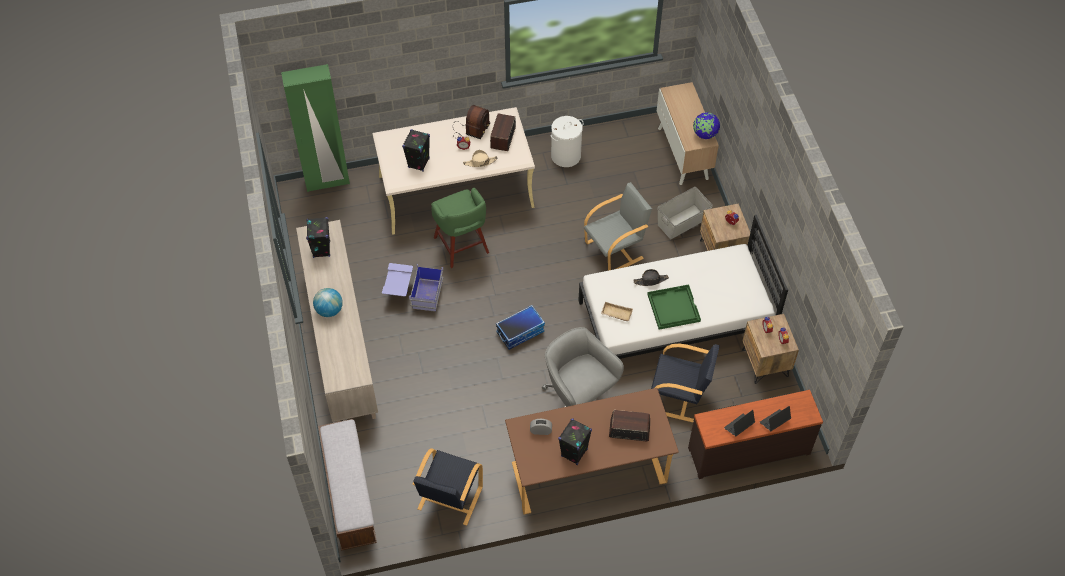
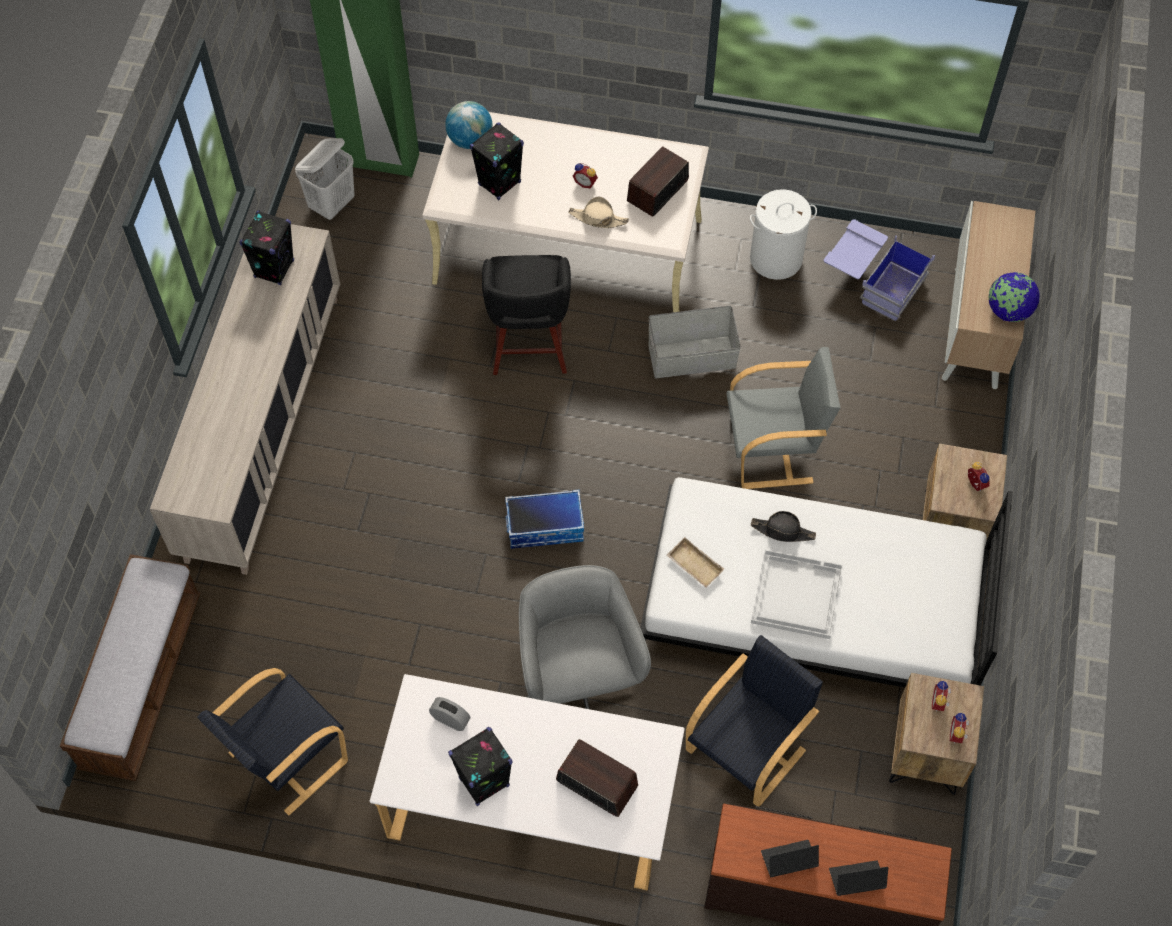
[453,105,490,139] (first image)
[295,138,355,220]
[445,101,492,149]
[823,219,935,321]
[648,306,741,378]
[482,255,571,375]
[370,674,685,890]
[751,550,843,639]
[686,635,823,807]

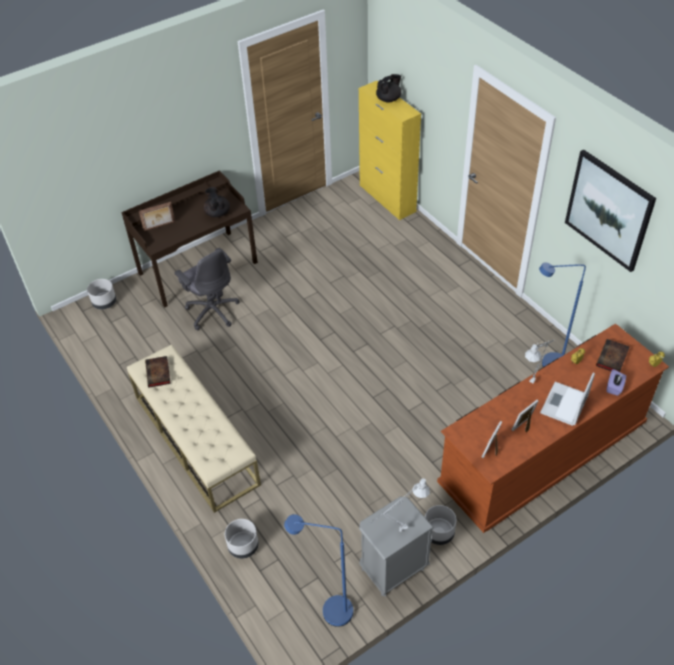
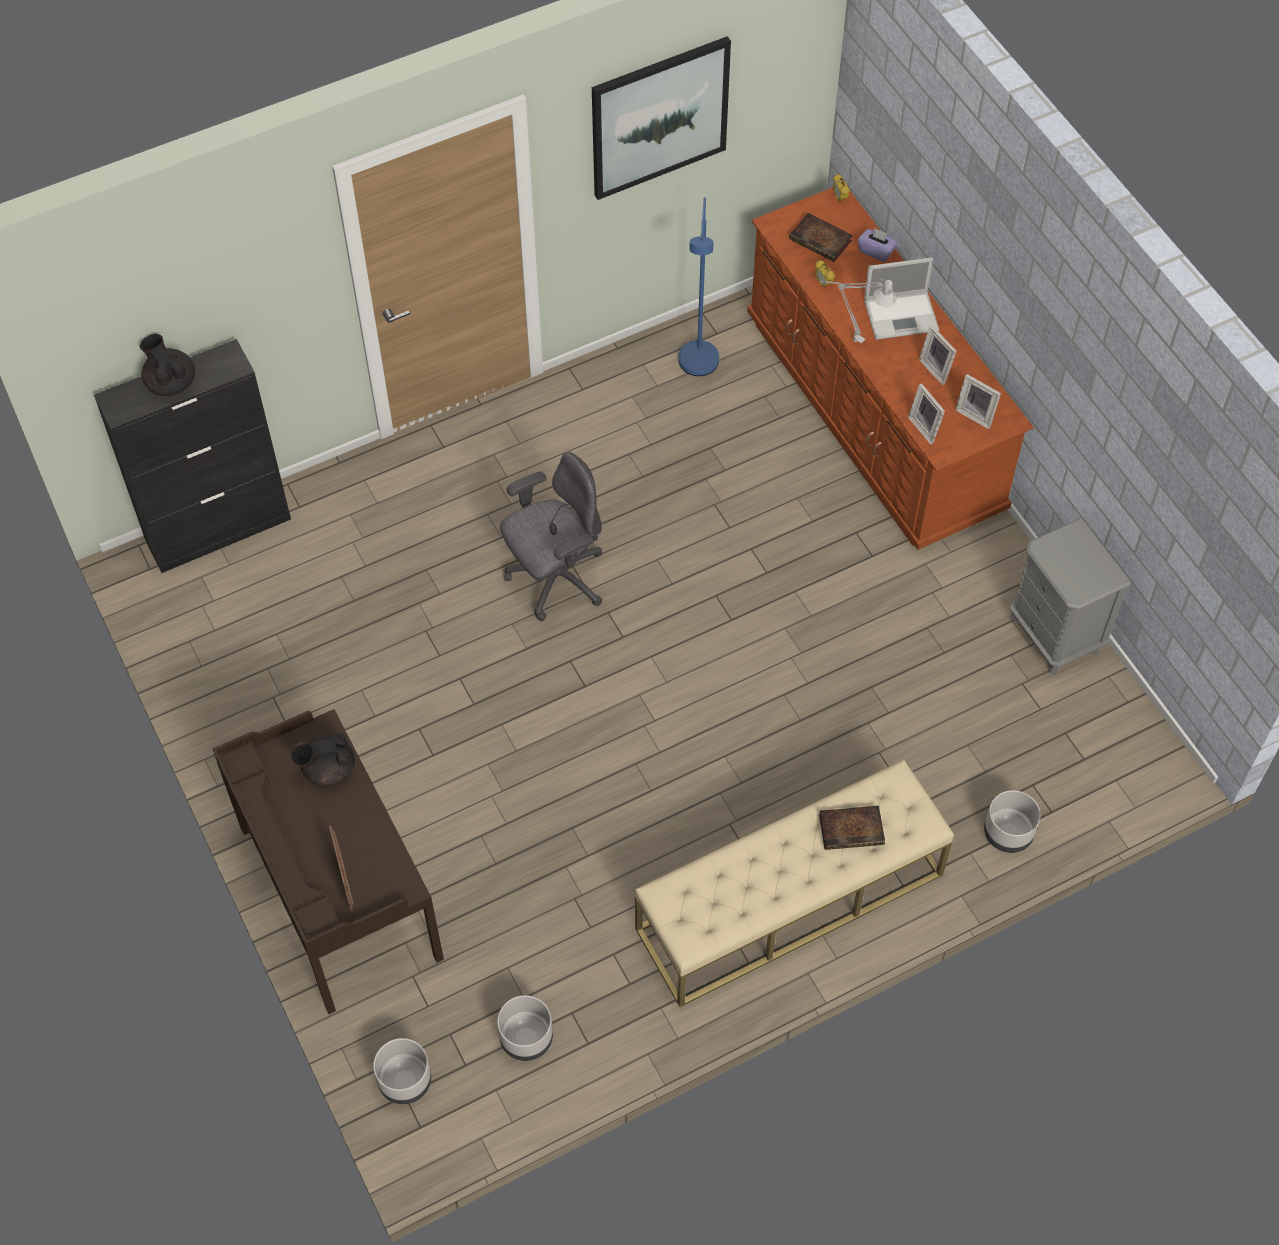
[284,514,353,627] (first image)
[367,478,430,532] (first image)
[908,383,945,444]
[819,806,885,850]
[500,452,603,621]
[497,995,553,1061]
[94,339,291,573]
[864,257,939,340]

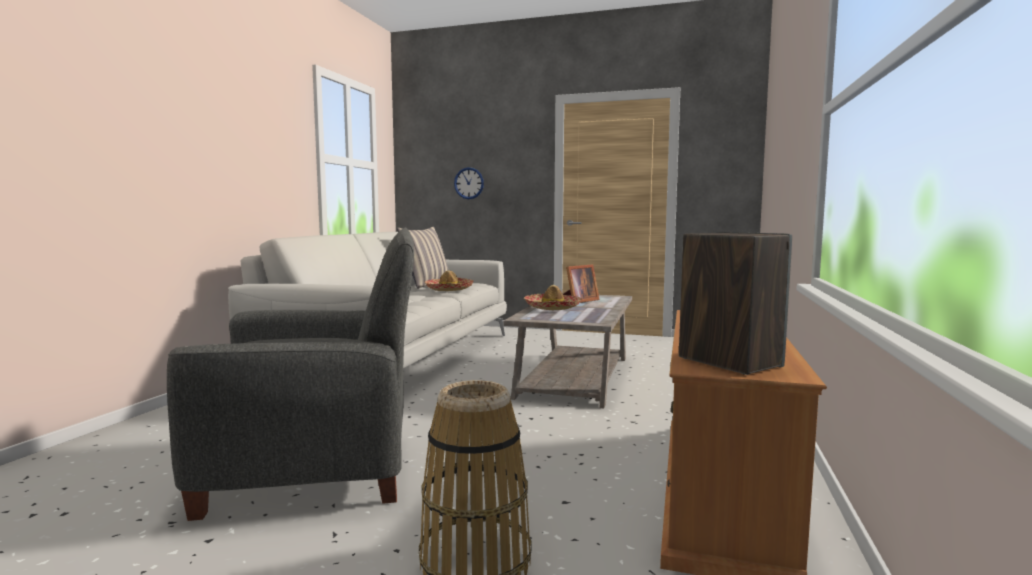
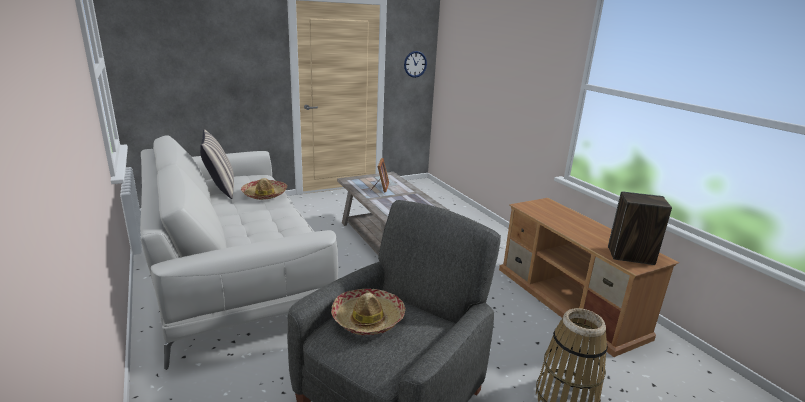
[404,51,427,78]
[331,289,406,335]

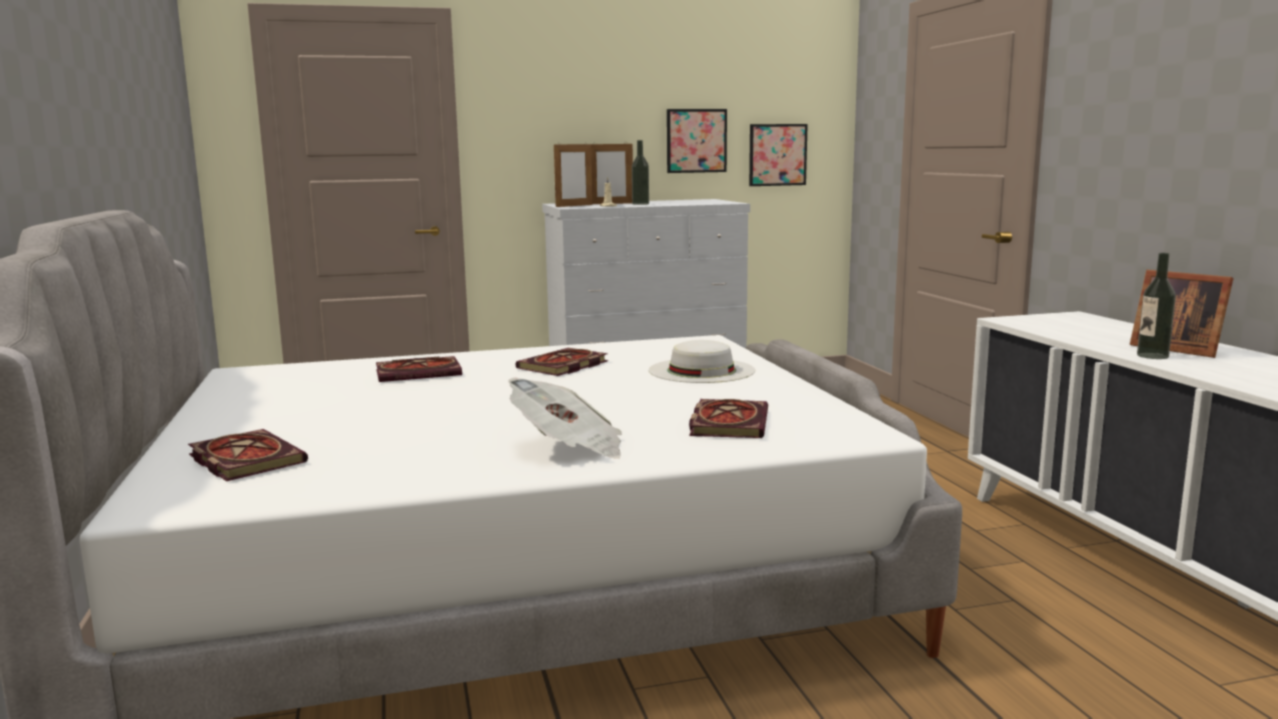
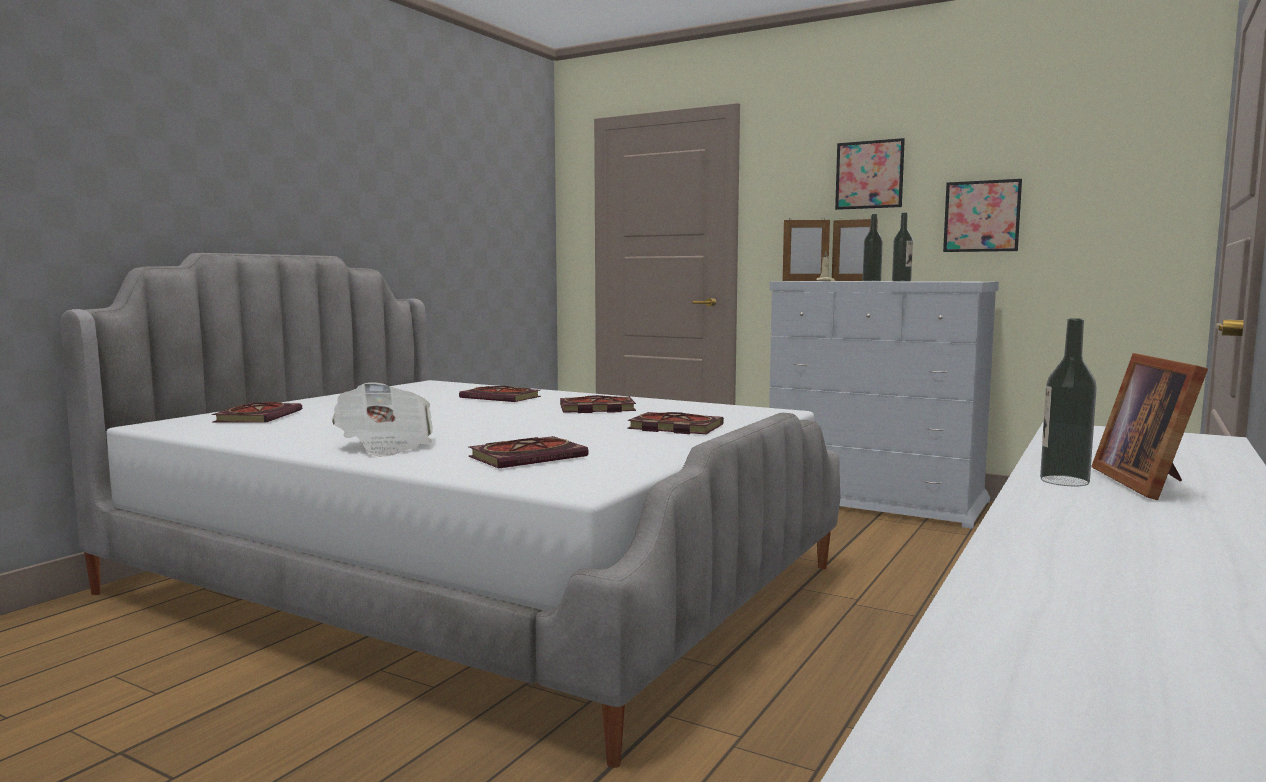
[892,213,913,281]
[835,138,905,210]
[627,412,724,434]

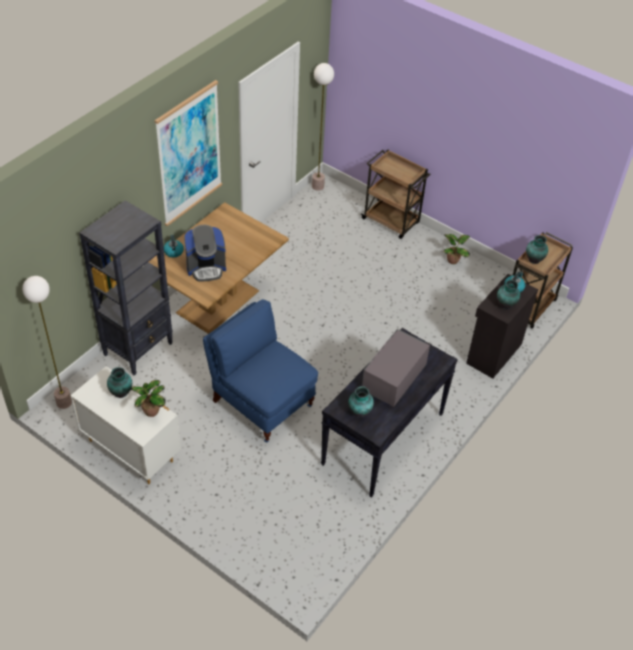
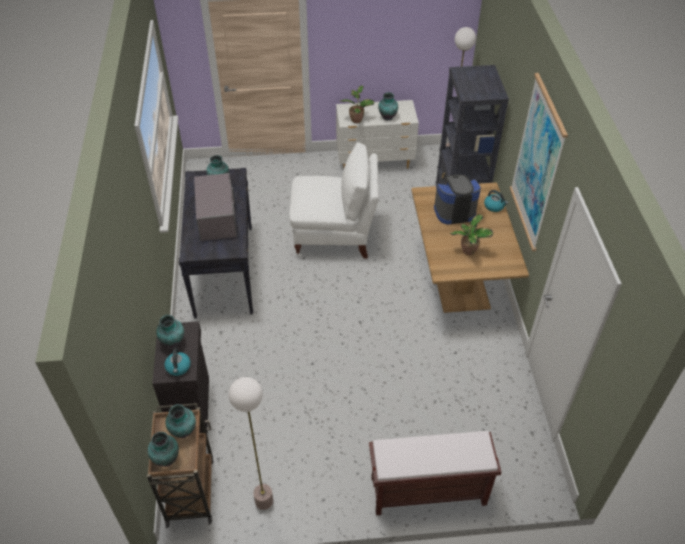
[148,432,179,467]
[229,377,273,510]
[450,214,494,255]
[369,431,501,515]
[290,142,379,259]
[434,175,481,224]

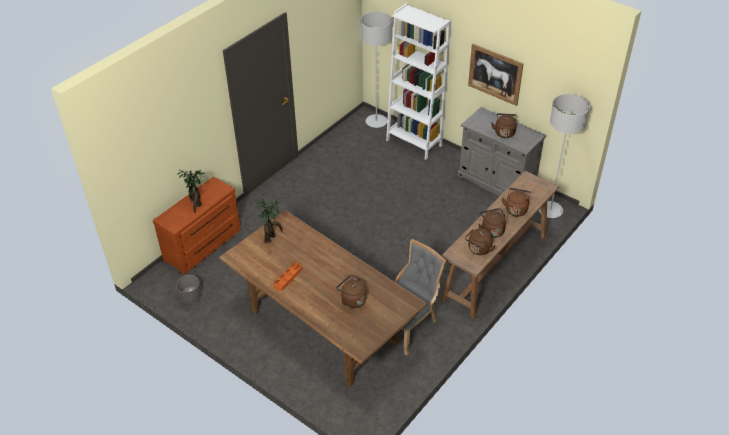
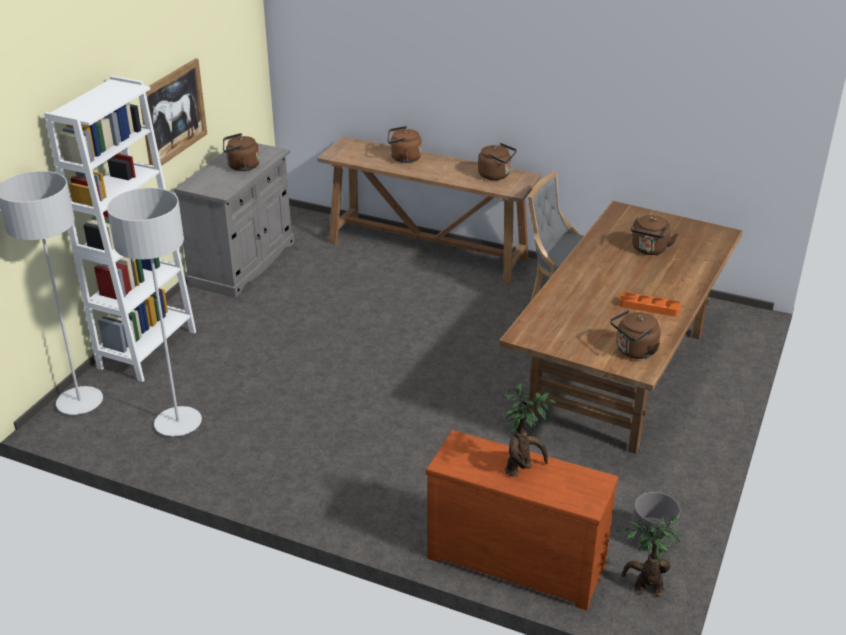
[617,516,680,596]
[610,310,661,359]
[107,188,202,436]

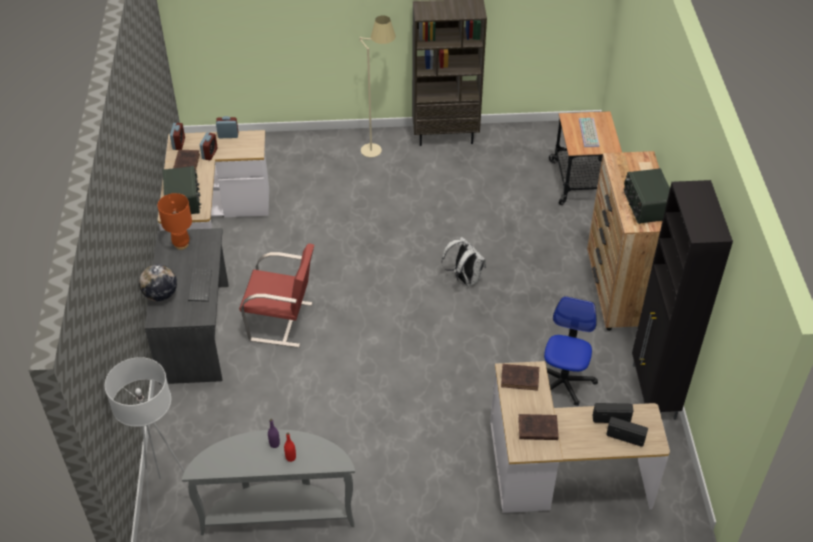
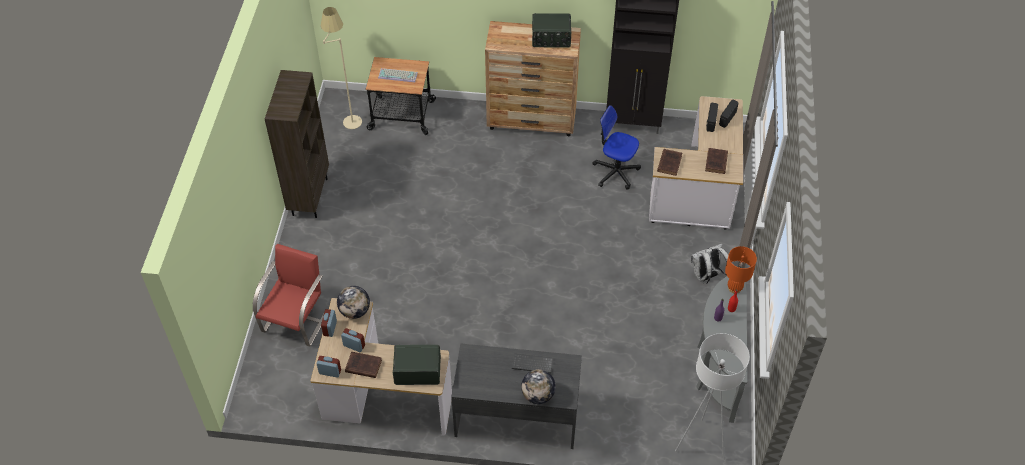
[337,286,370,319]
[725,246,757,293]
[253,244,324,347]
[321,7,362,129]
[691,244,728,284]

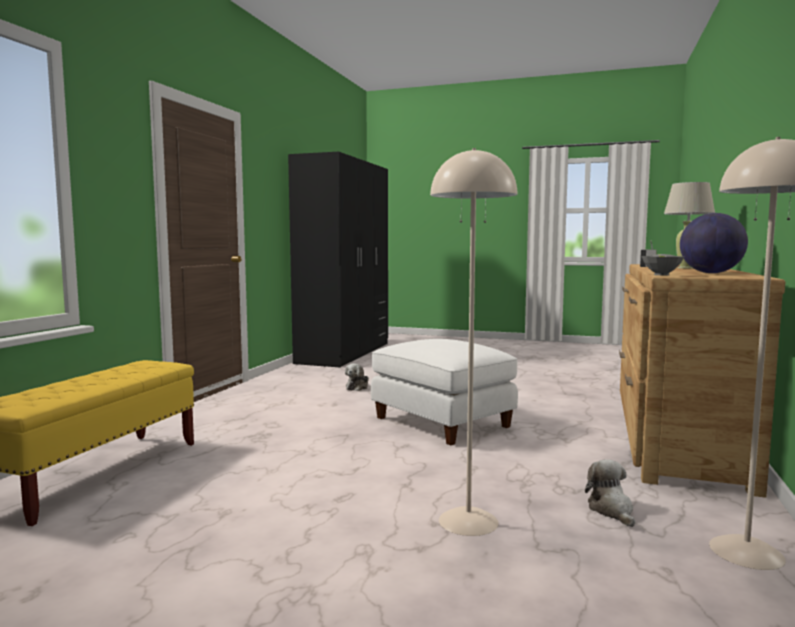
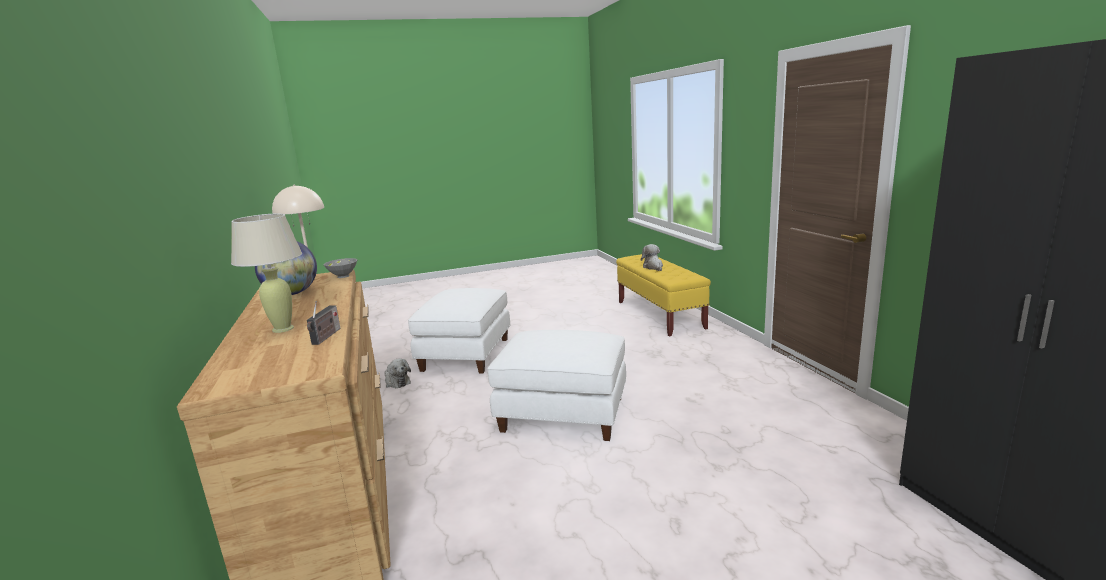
[641,244,663,271]
[408,288,511,374]

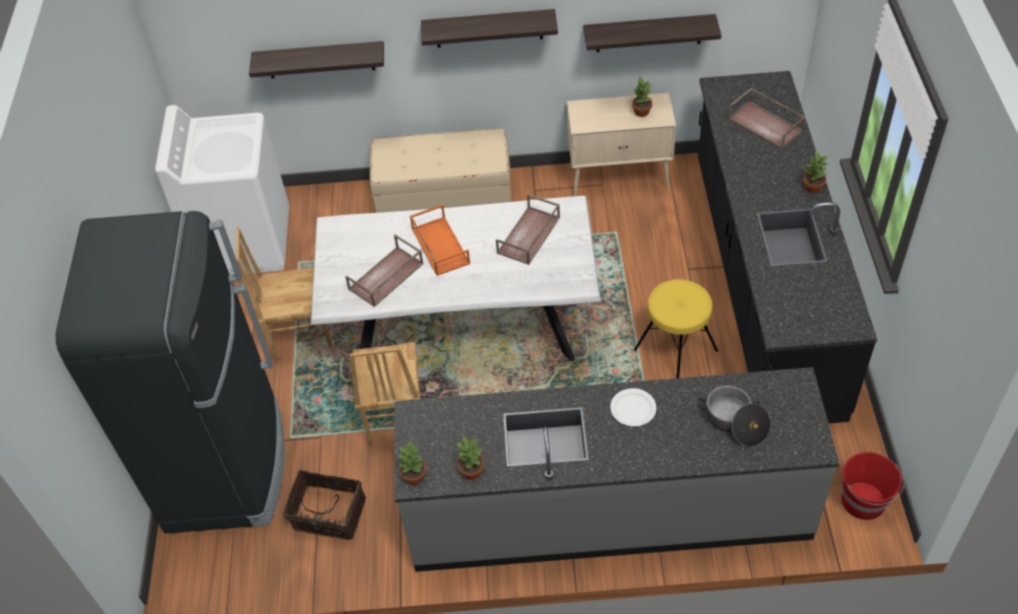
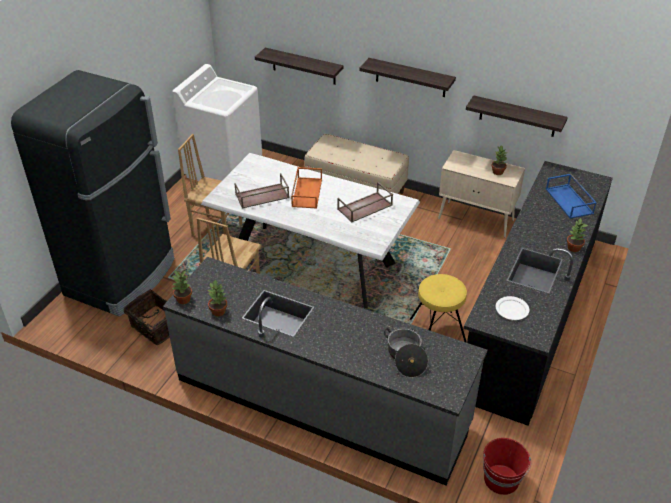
[496,296,529,320]
[546,174,597,219]

